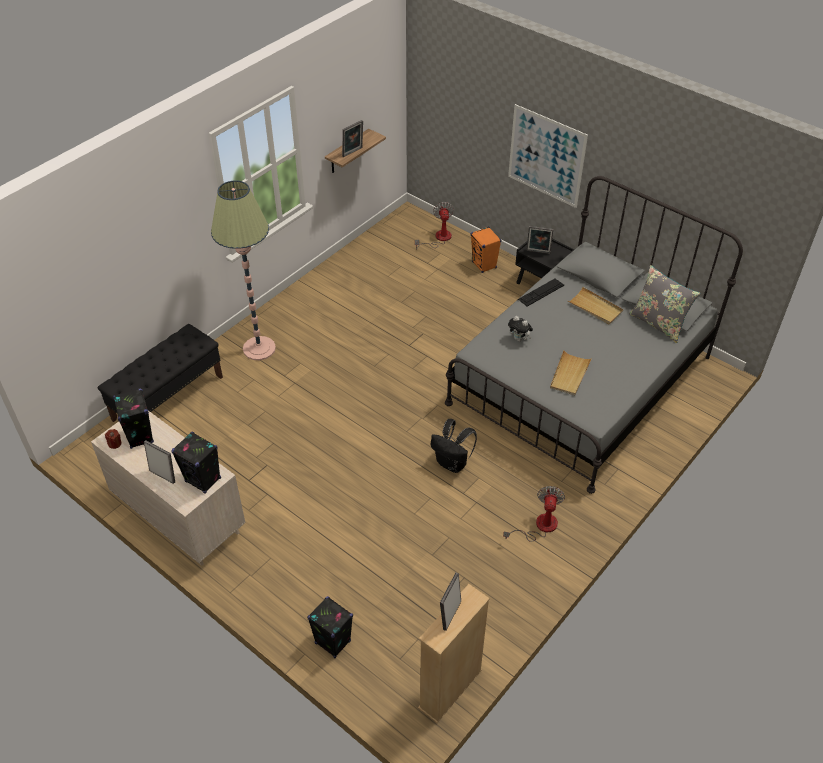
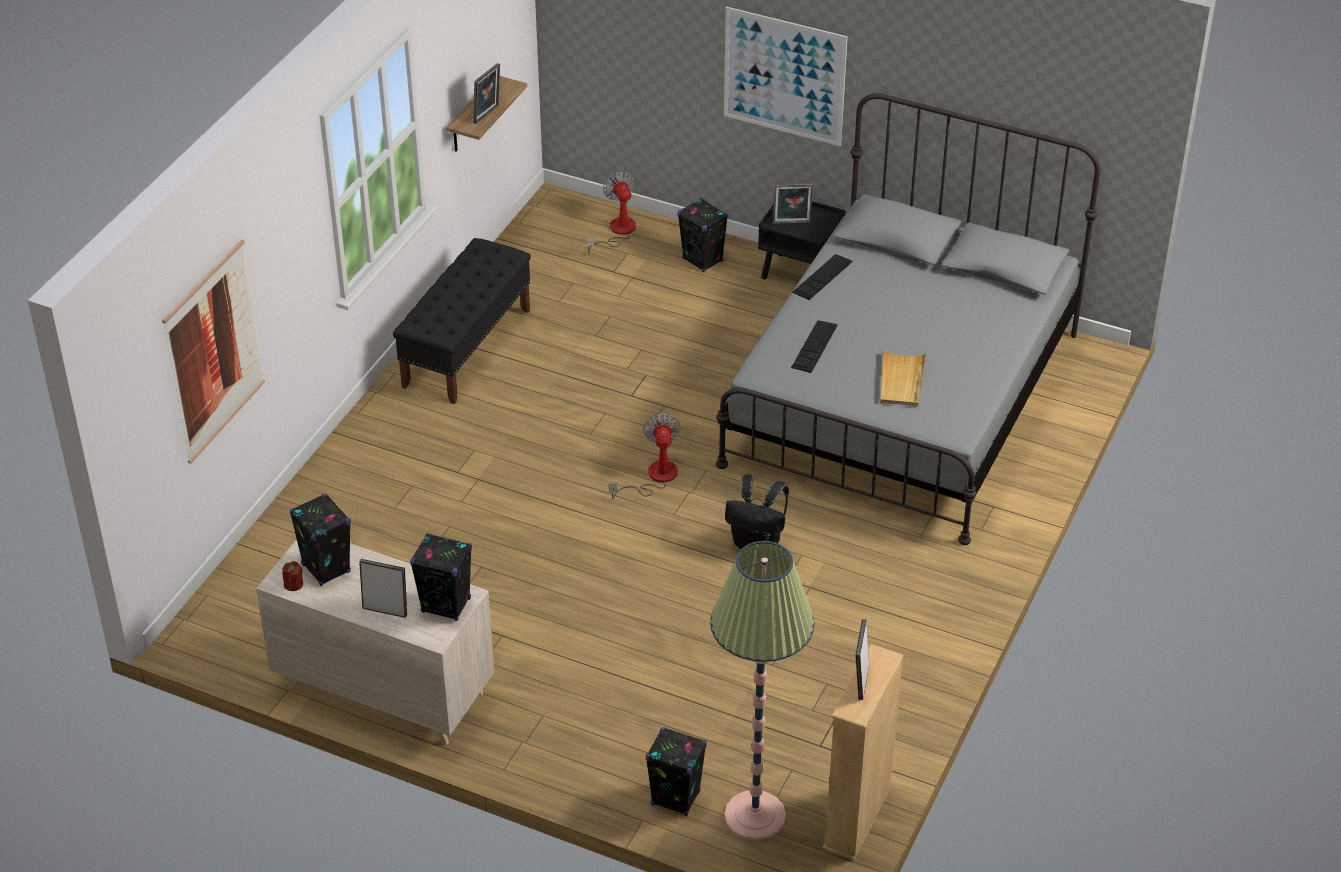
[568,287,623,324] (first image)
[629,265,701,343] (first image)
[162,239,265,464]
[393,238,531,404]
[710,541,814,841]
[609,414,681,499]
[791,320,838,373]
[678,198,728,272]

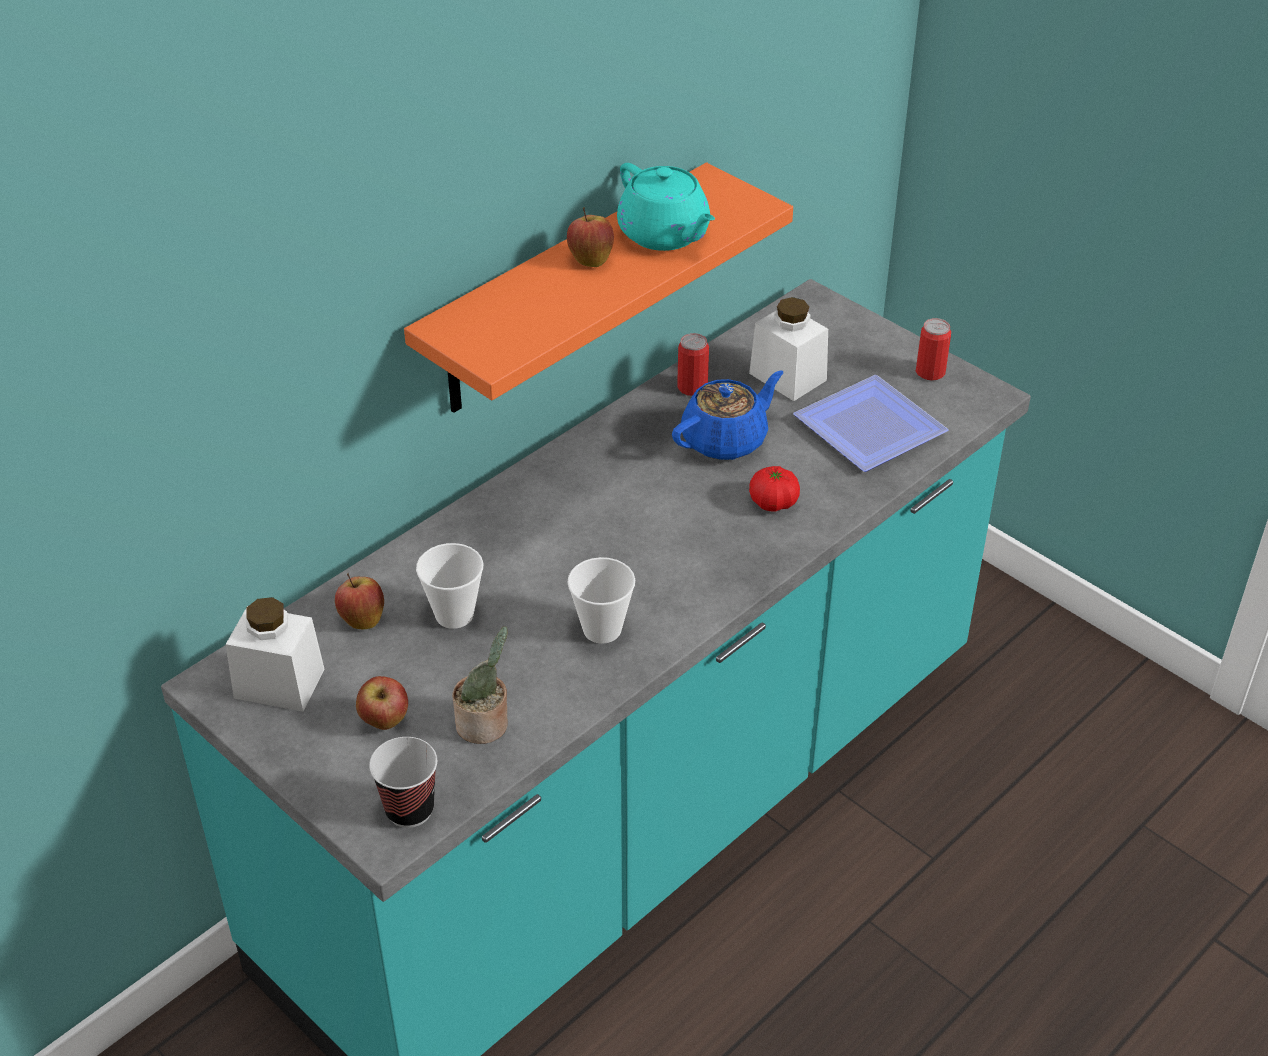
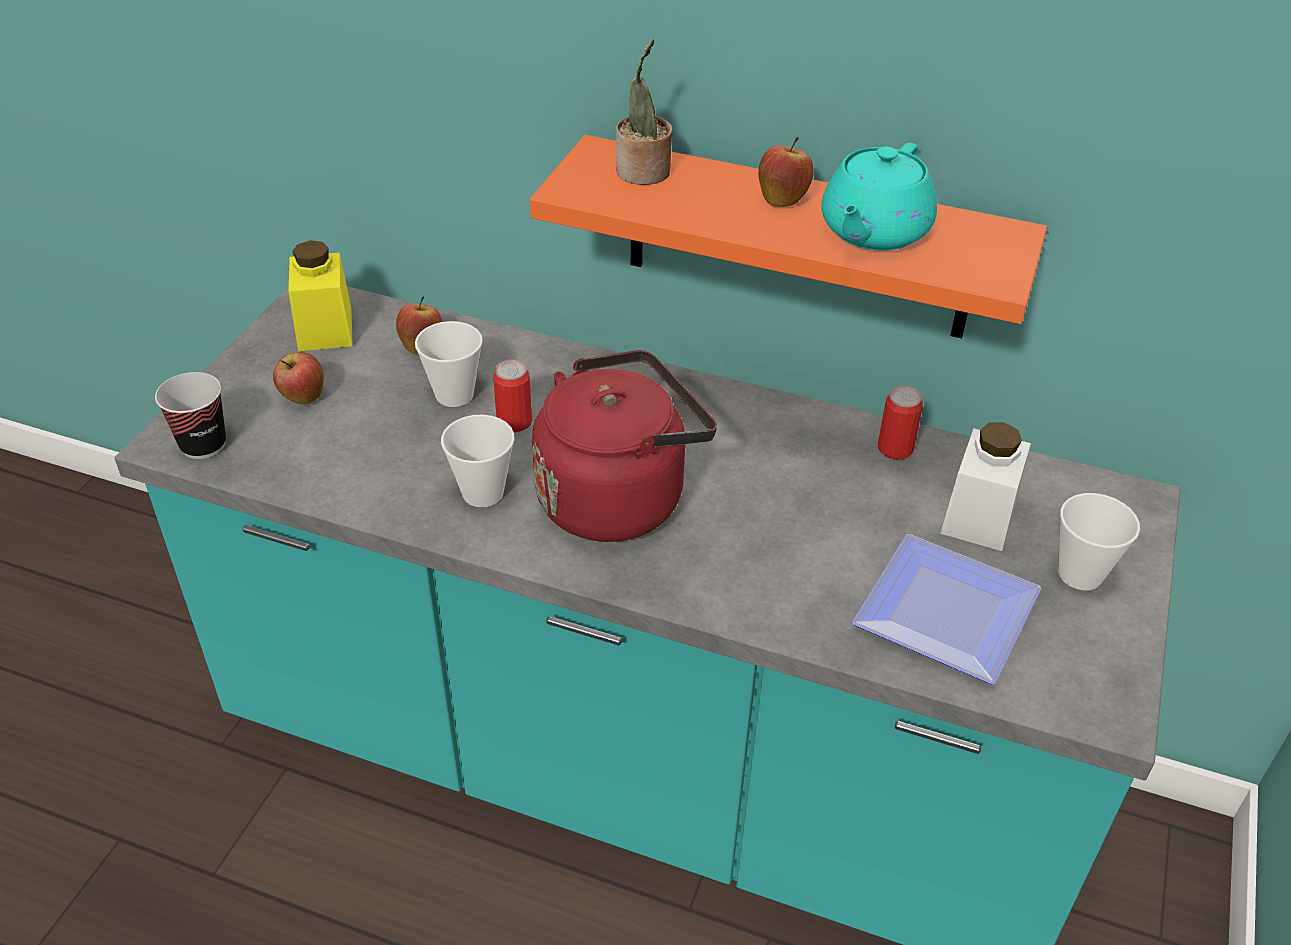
[672,370,783,460] (first image)
[749,466,800,512] (first image)
[532,350,717,542]
[1059,493,1140,590]
[616,38,673,185]
[493,360,532,432]
[288,240,353,351]

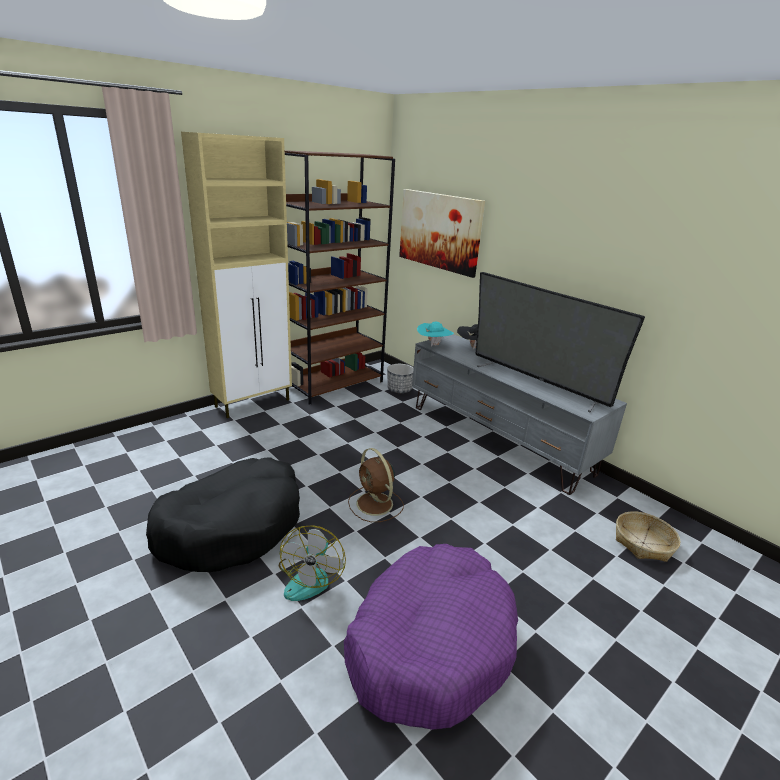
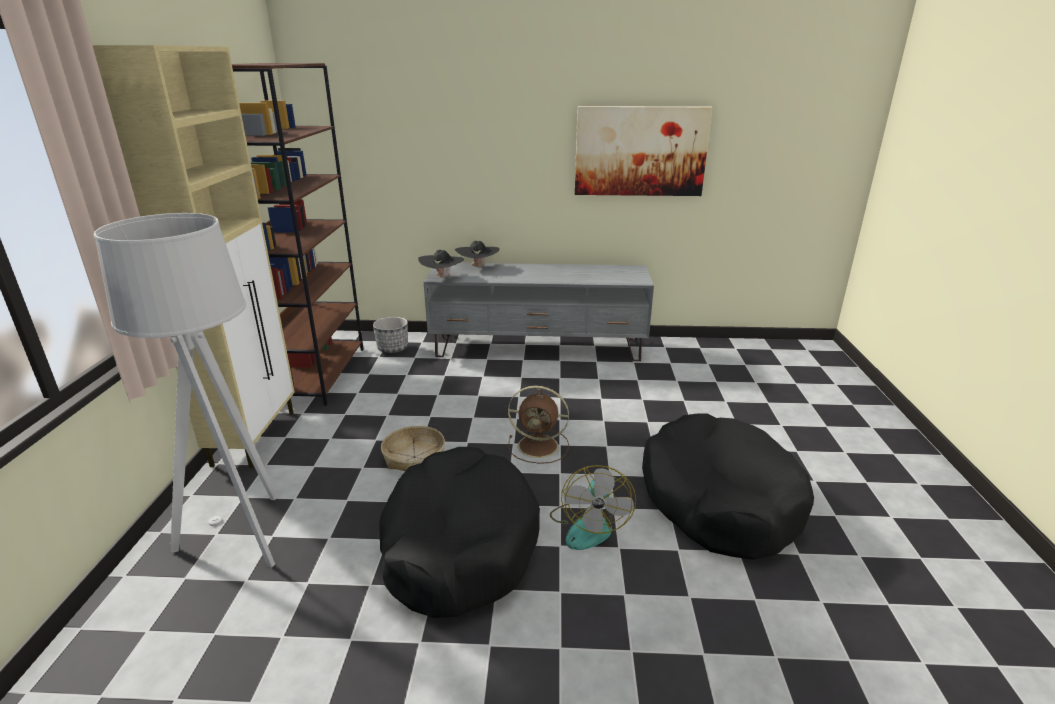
[476,272,645,412] (first image)
[94,213,277,567]
[575,106,712,196]
[381,426,445,471]
[642,414,814,560]
[418,250,464,280]
[550,465,636,550]

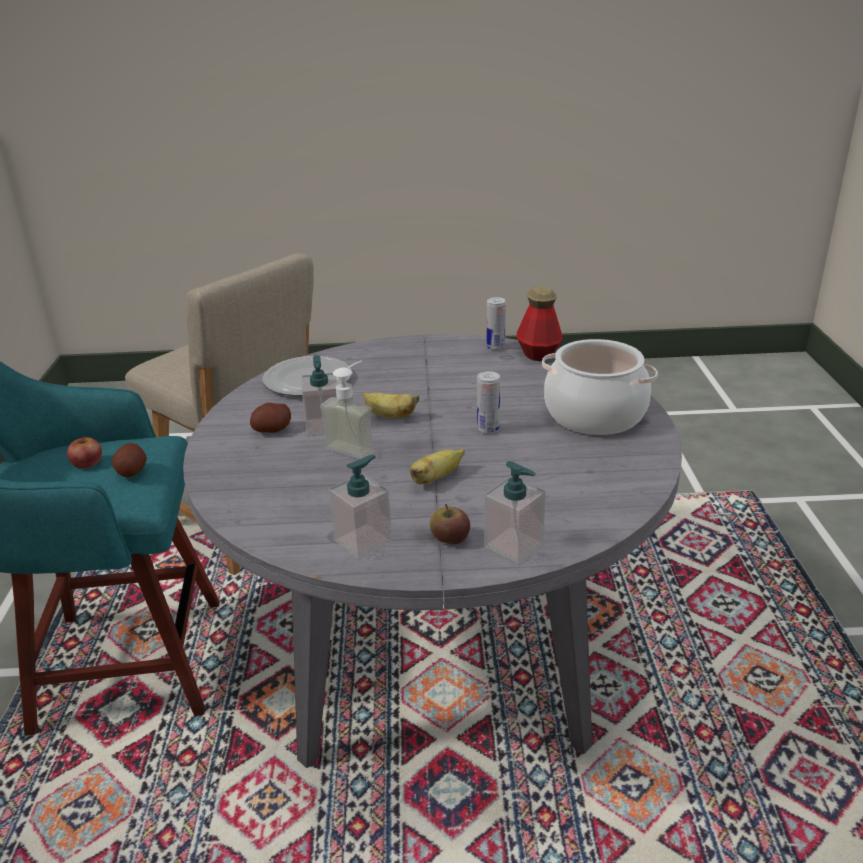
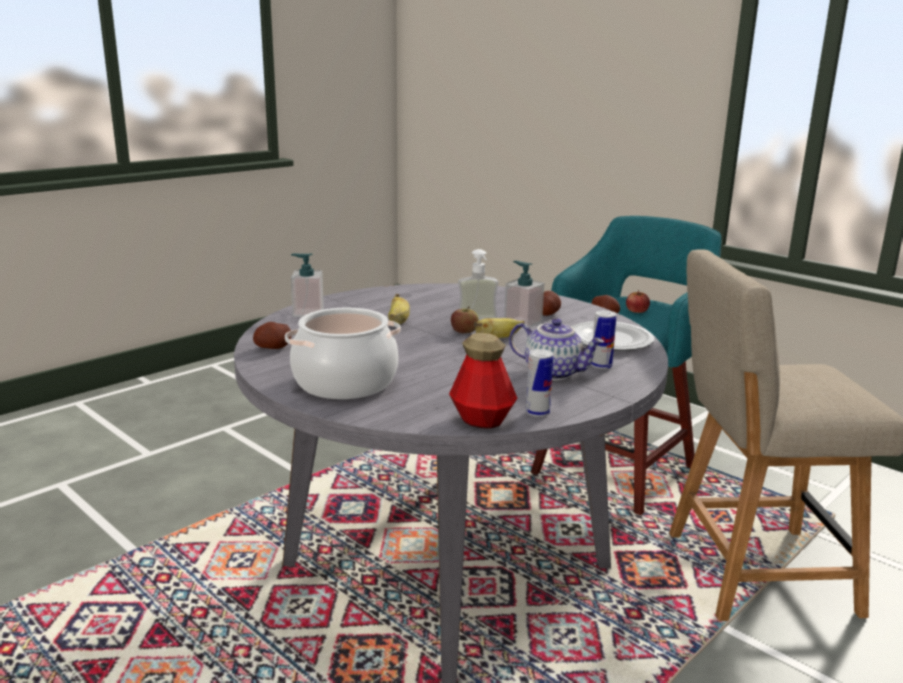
[329,455,392,559] (first image)
[253,322,291,349]
[509,318,604,380]
[451,307,479,333]
[591,310,617,369]

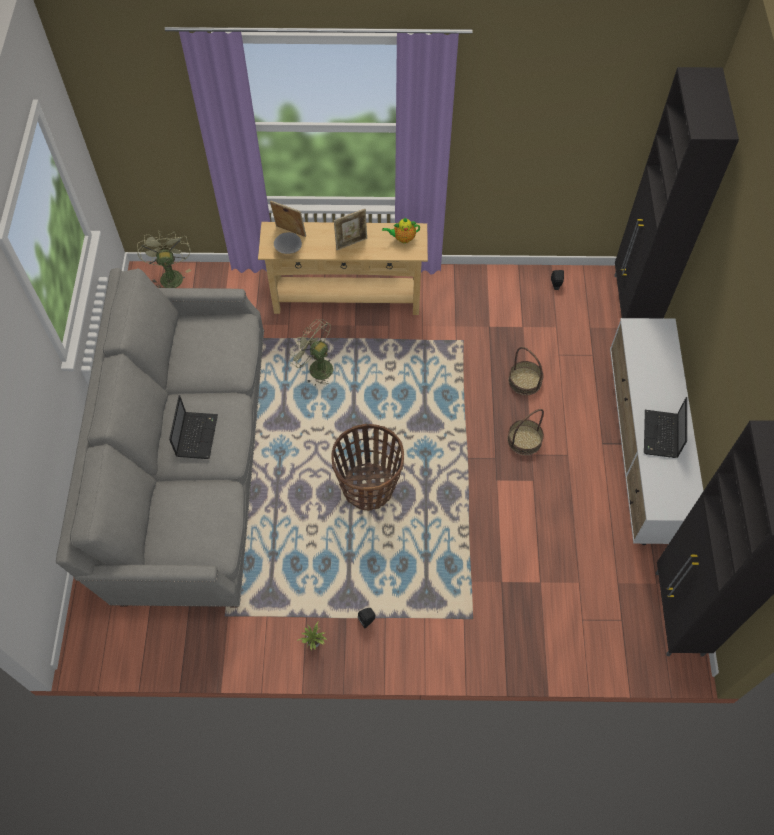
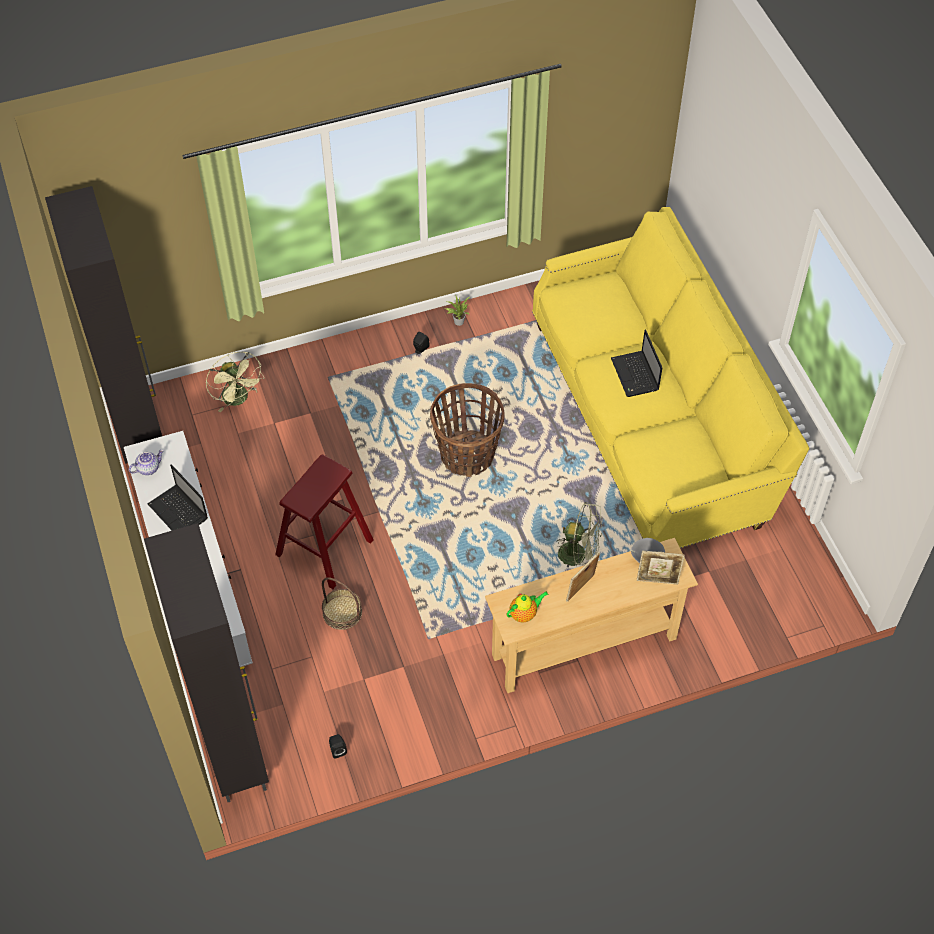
[129,450,164,475]
[206,351,264,412]
[275,455,373,589]
[532,207,809,548]
[148,464,208,530]

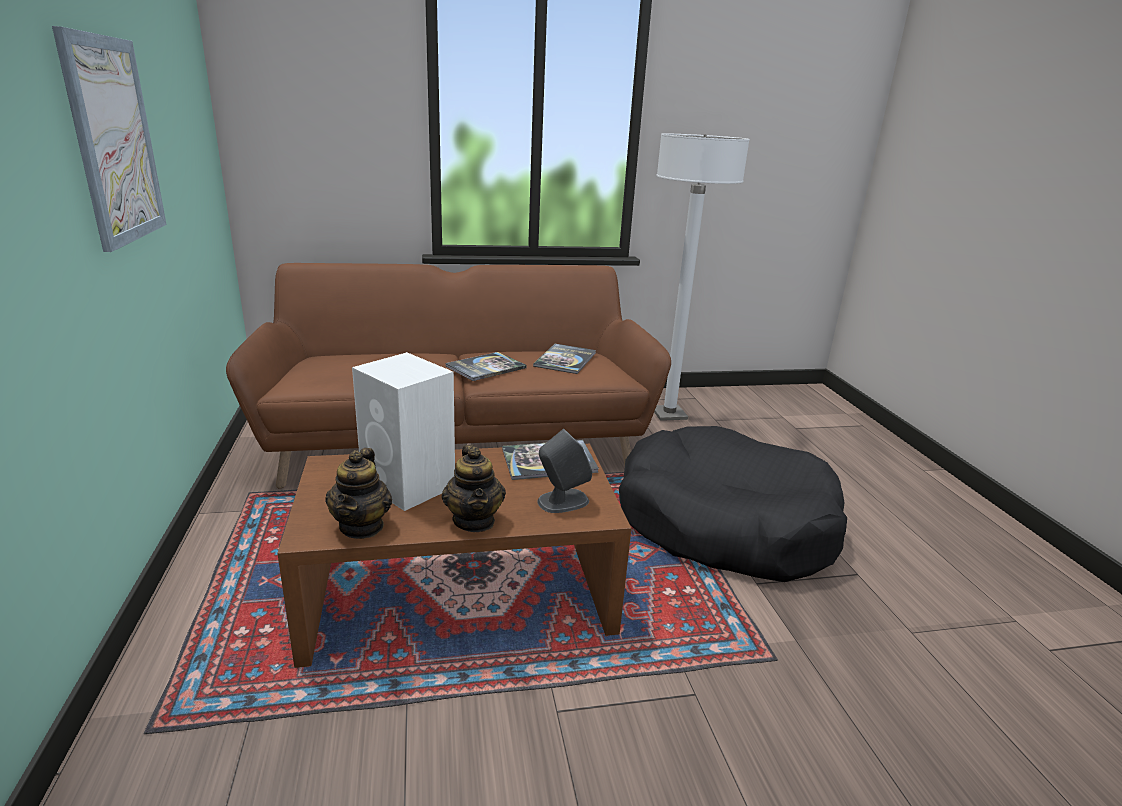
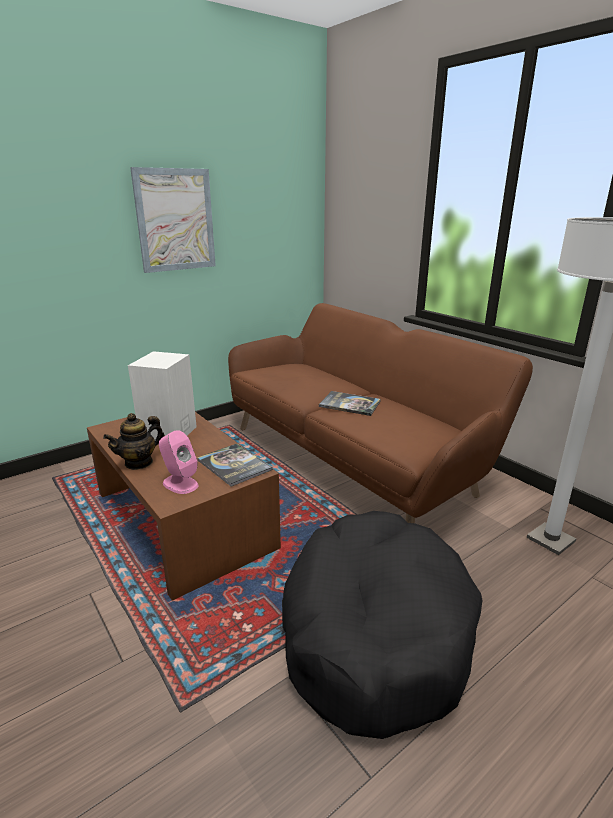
[325,448,392,539] (first image)
[533,344,596,374] (first image)
[159,430,199,494]

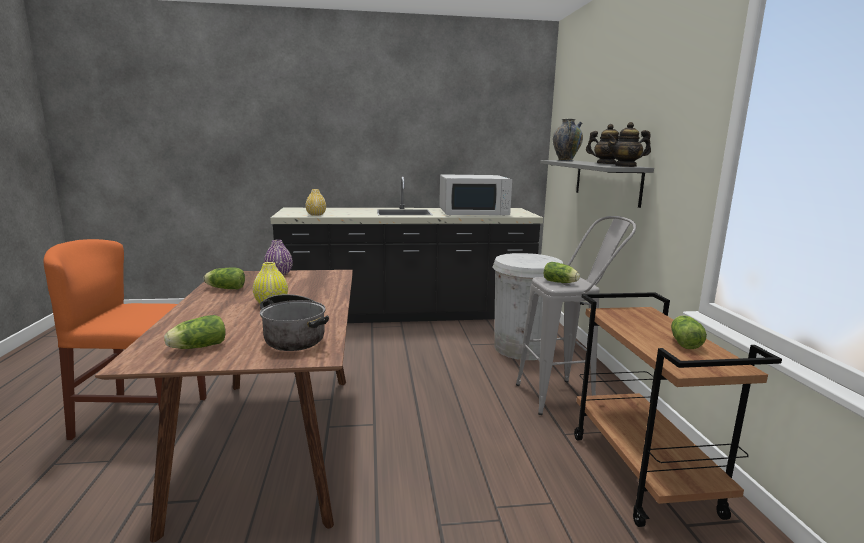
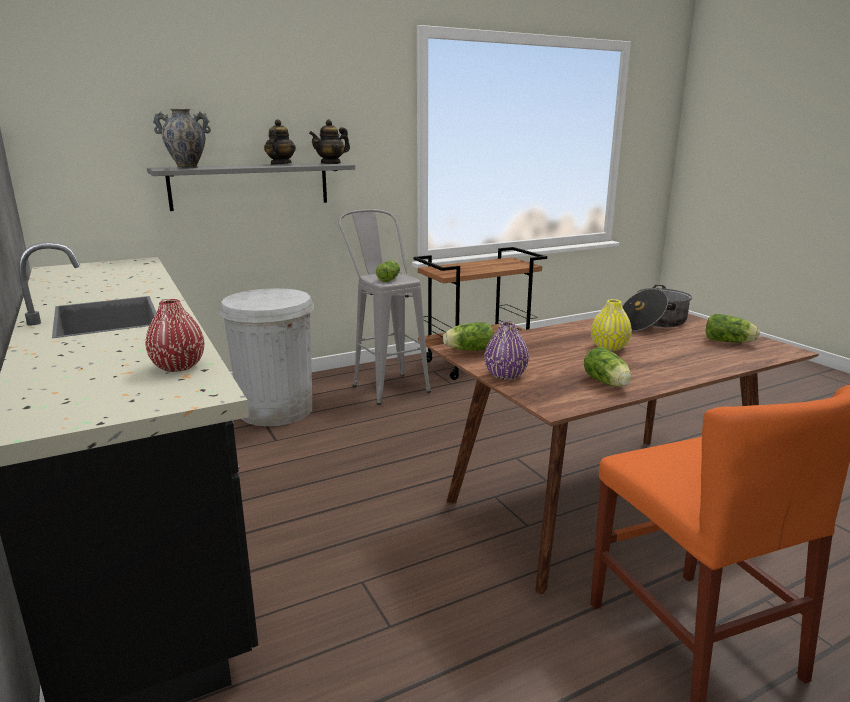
[439,174,512,216] (first image)
[443,322,494,351]
[145,299,204,372]
[309,120,350,164]

